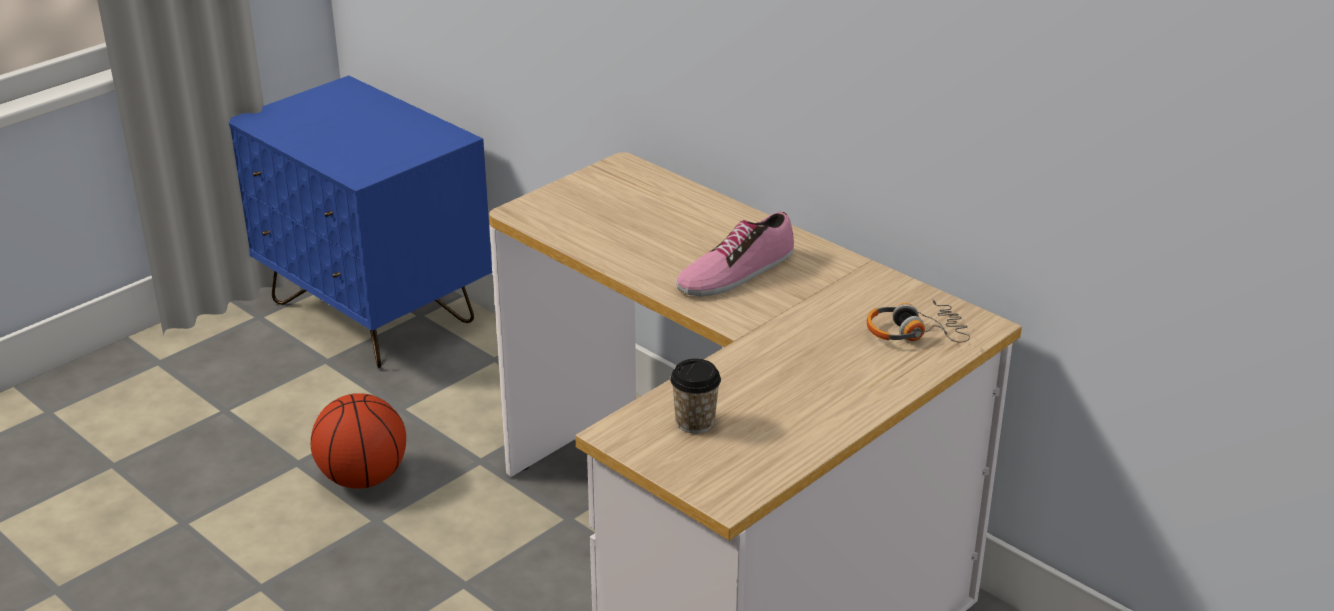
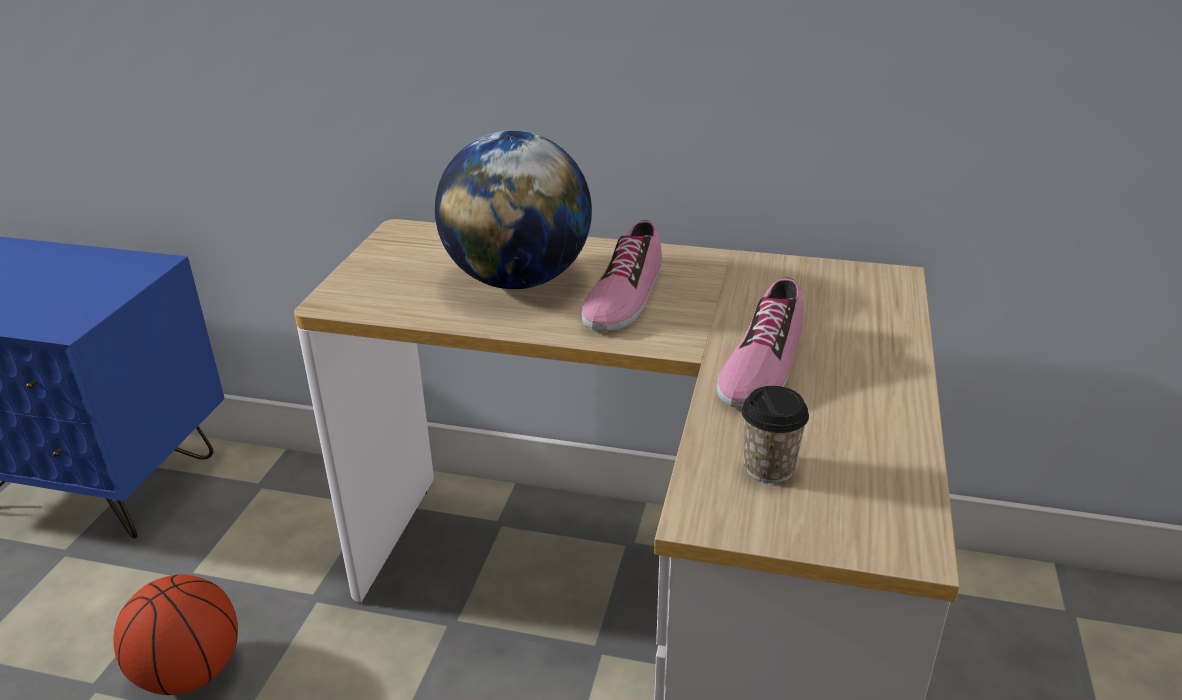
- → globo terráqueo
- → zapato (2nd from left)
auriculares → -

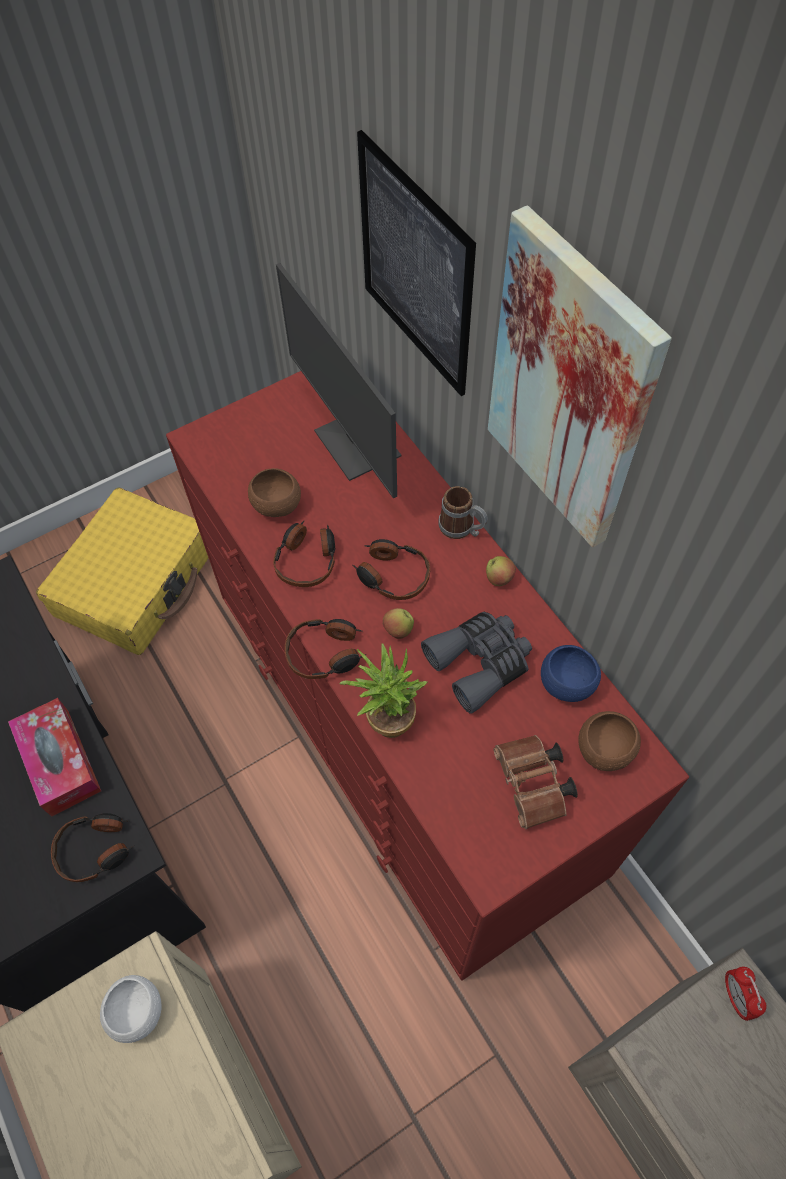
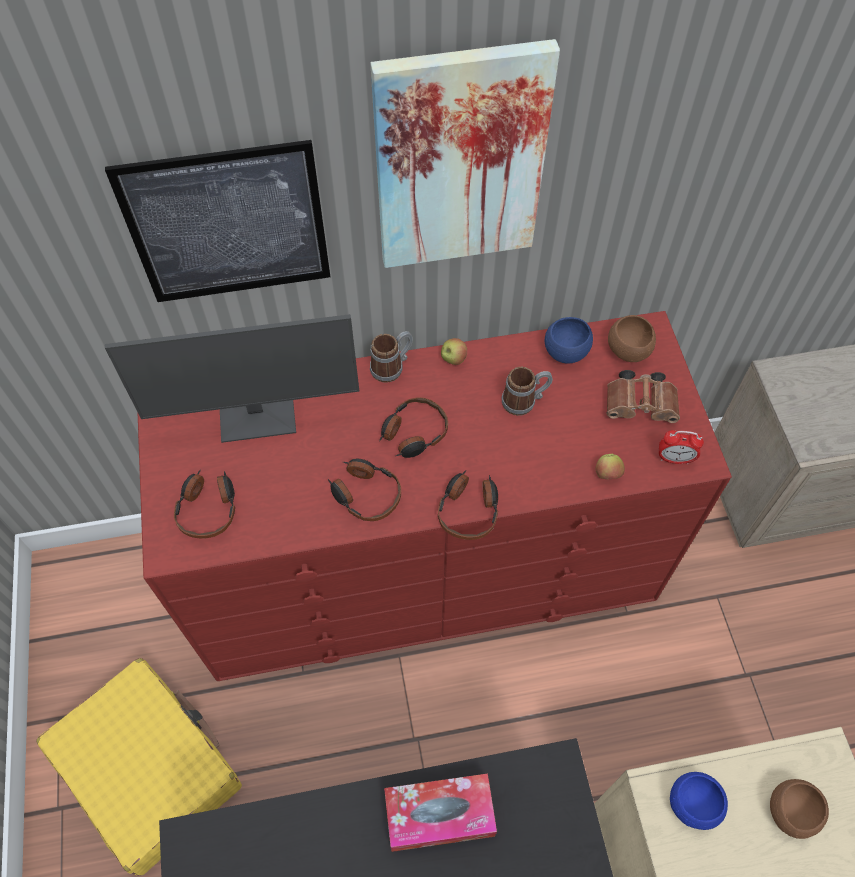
auriculares (1st from left), moved
prismáticos [gris] → taza grande (2nd from left)
manzana (1st from left in the first image) → manzana (2nd from left), moved
despertador, moved
cuenco [blanco] → cuenco [azul] (2nd from left)
cuenco [marrón] (1st from left in the first image) → cuenco [marrón] (2nd from left), moved
planta en maceta → -

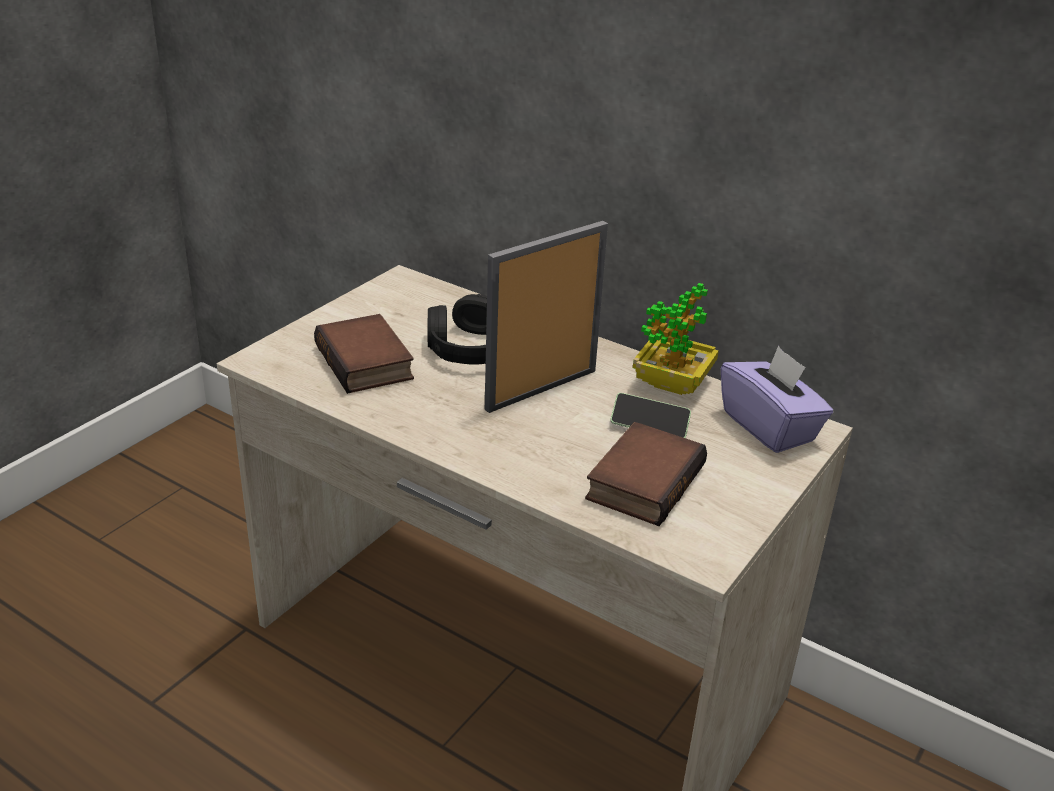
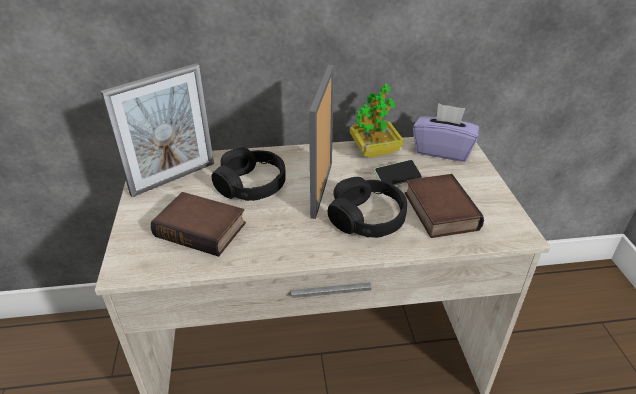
- → portarretratos (1st from left)
- → auriculares [negro] (2nd from left)

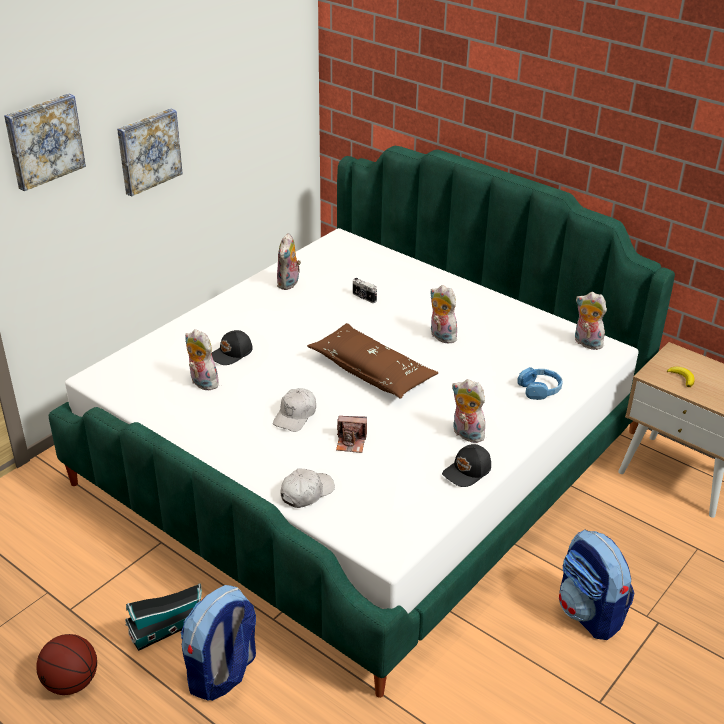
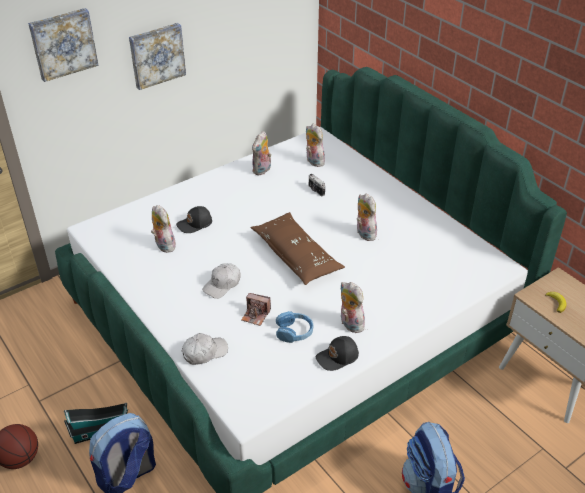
auriculares [azul], moved
peluche (5th from left in the first image) → peluche (3rd from left), moved

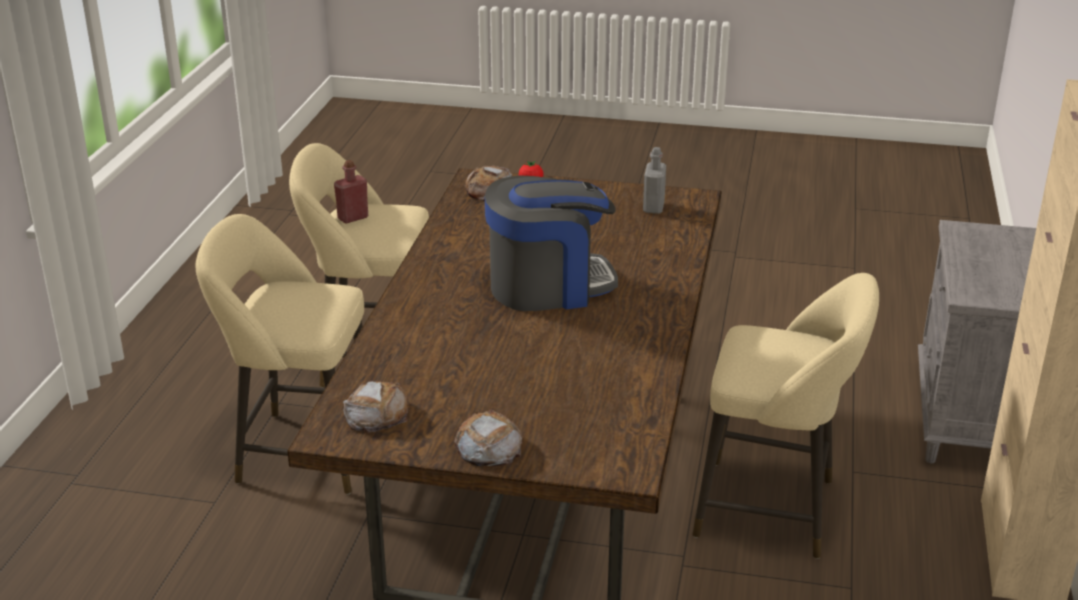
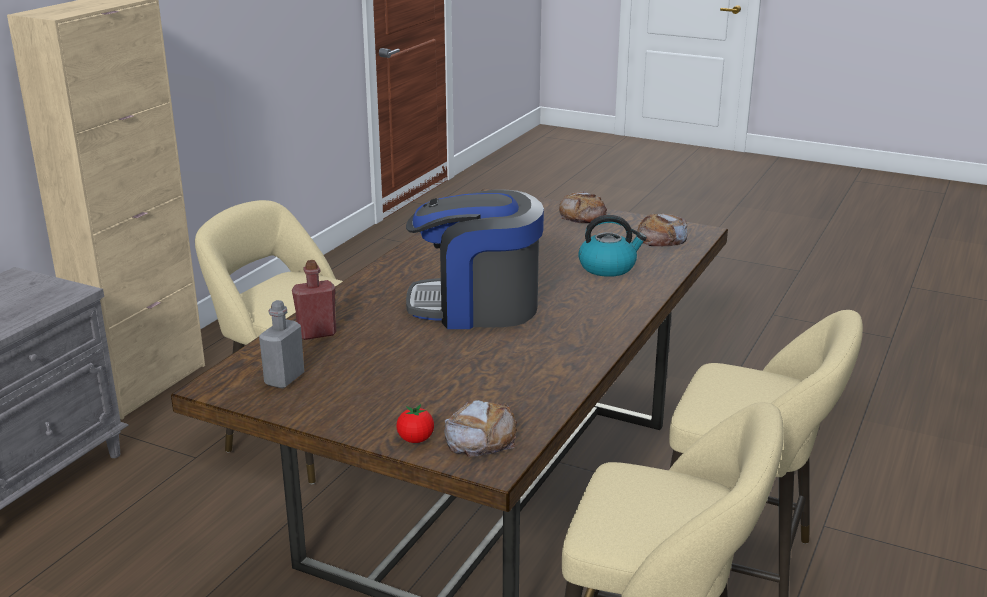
botella [rojo], moved
- → hervidor

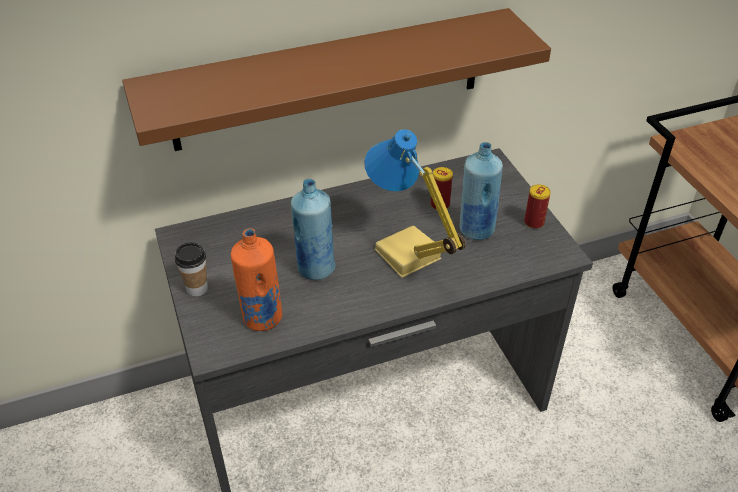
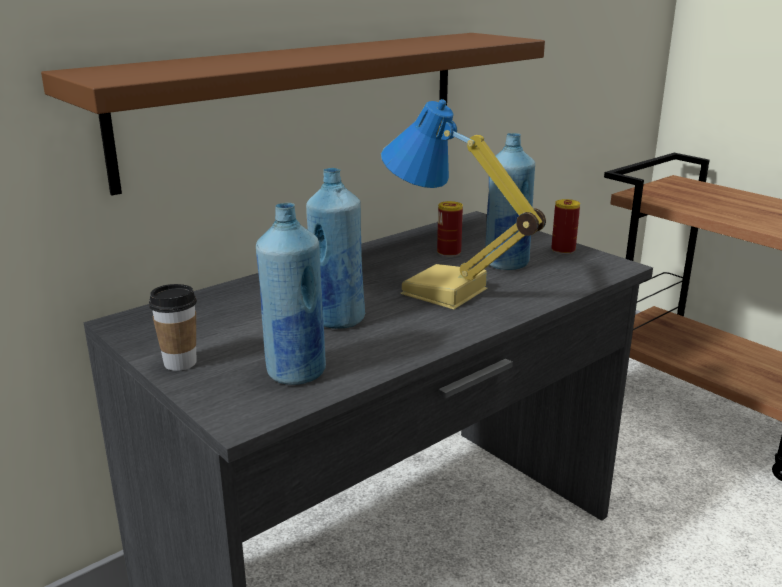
botella [naranja] → botella [azul] (1st from left)

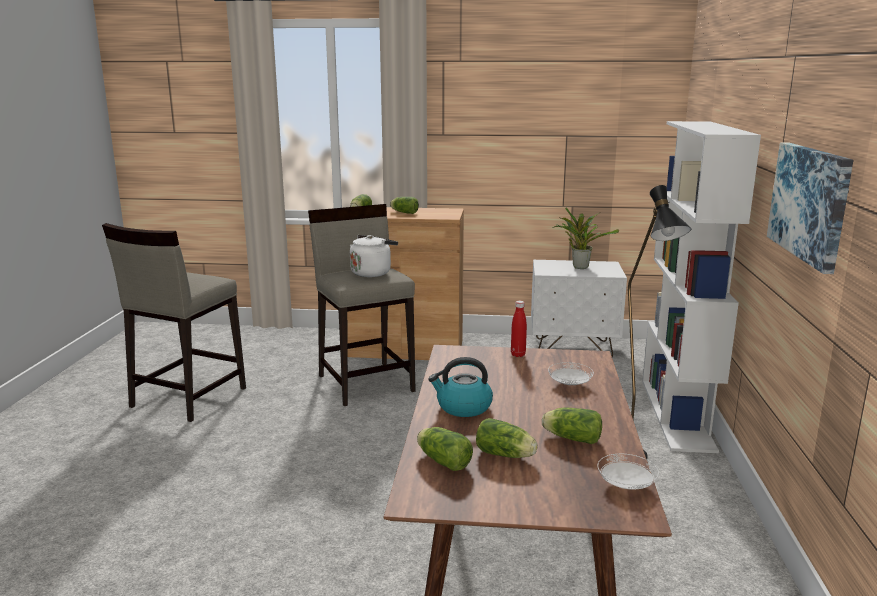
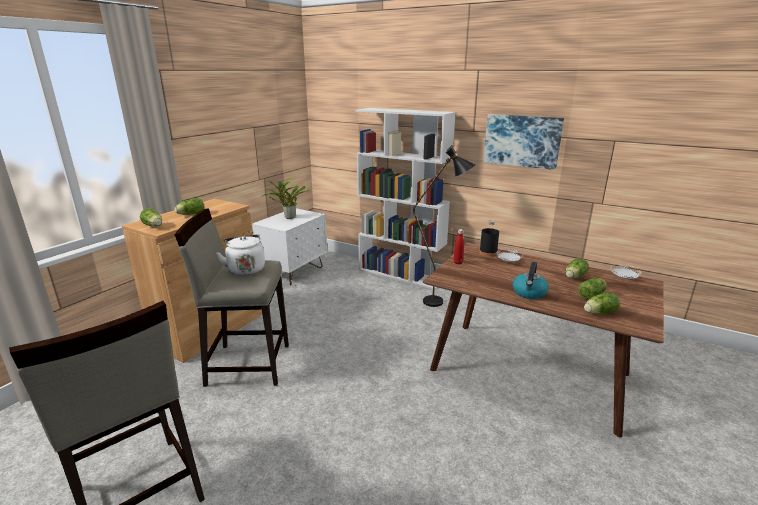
- → botella [negro]

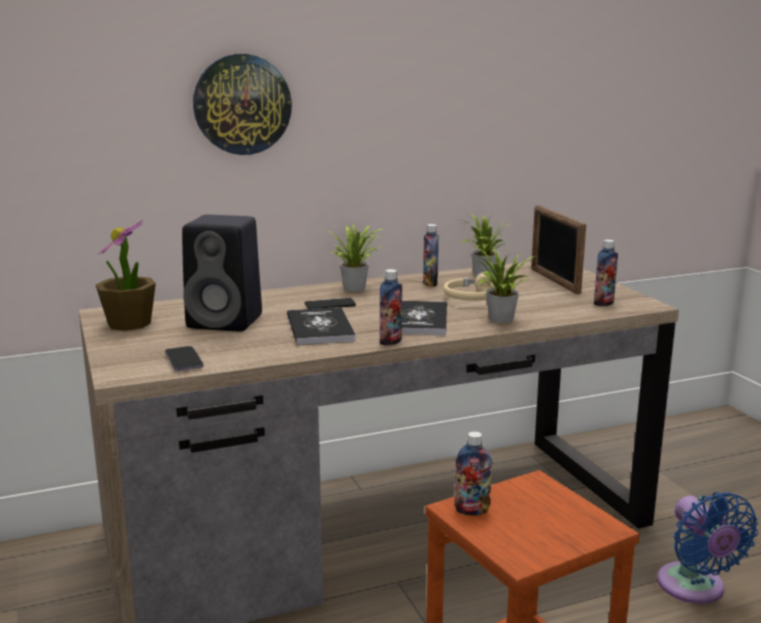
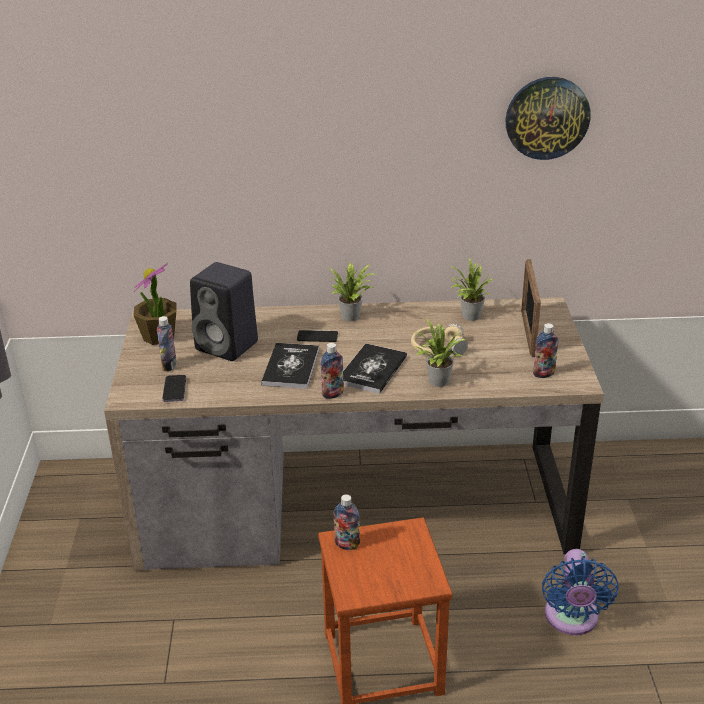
botella (2nd from left in the first image) → botella (1st from left), moved
reloj de pared, moved

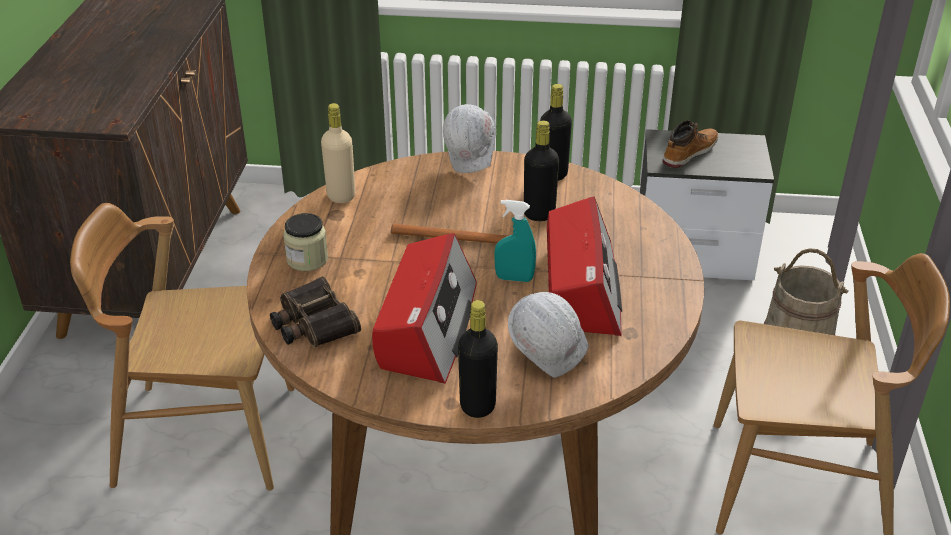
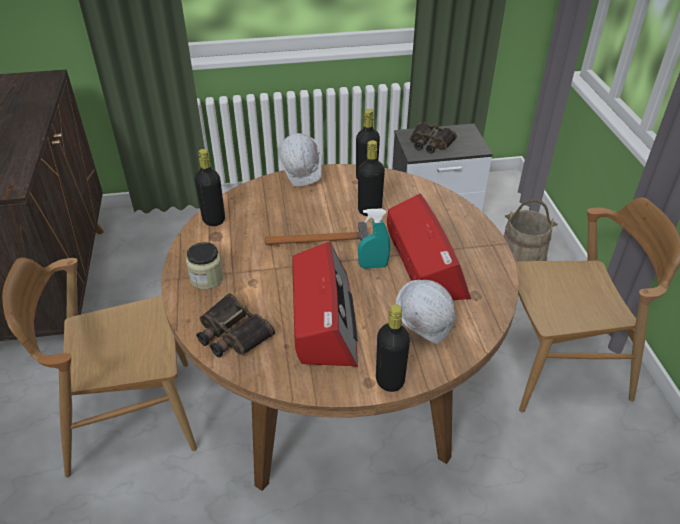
botella [beis] → botella [negro] (1st from left)
bota → prismáticos (2nd from left)

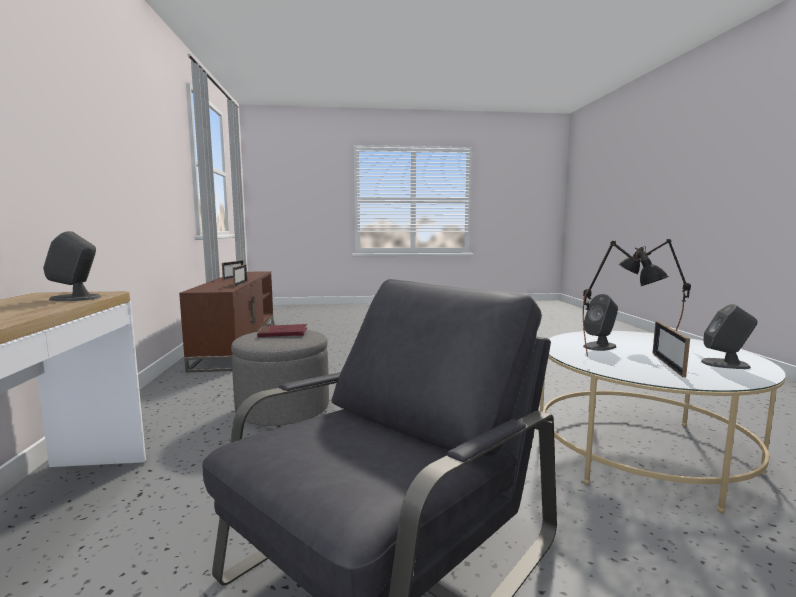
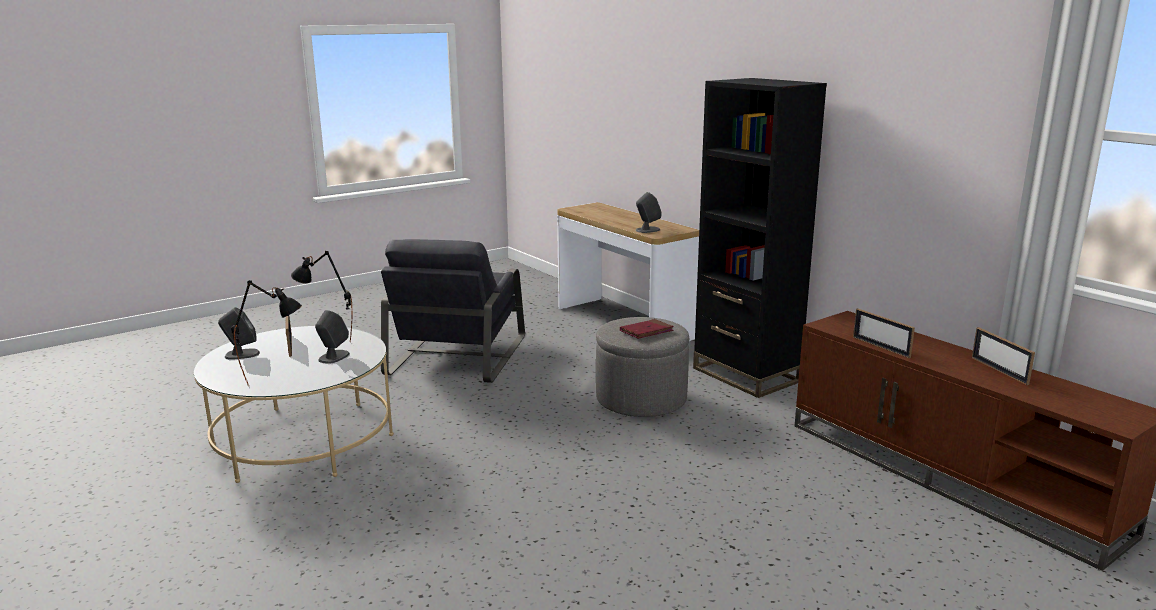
- → estantería [negro]

